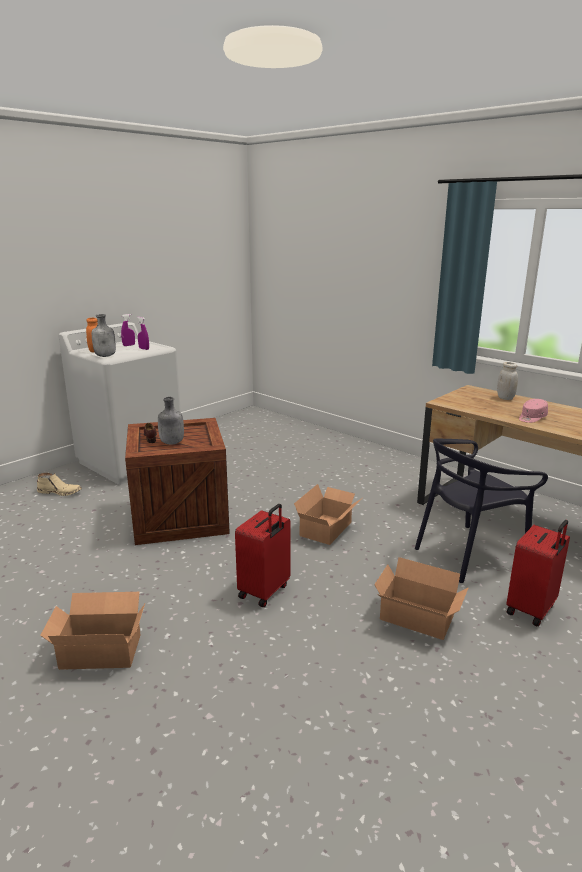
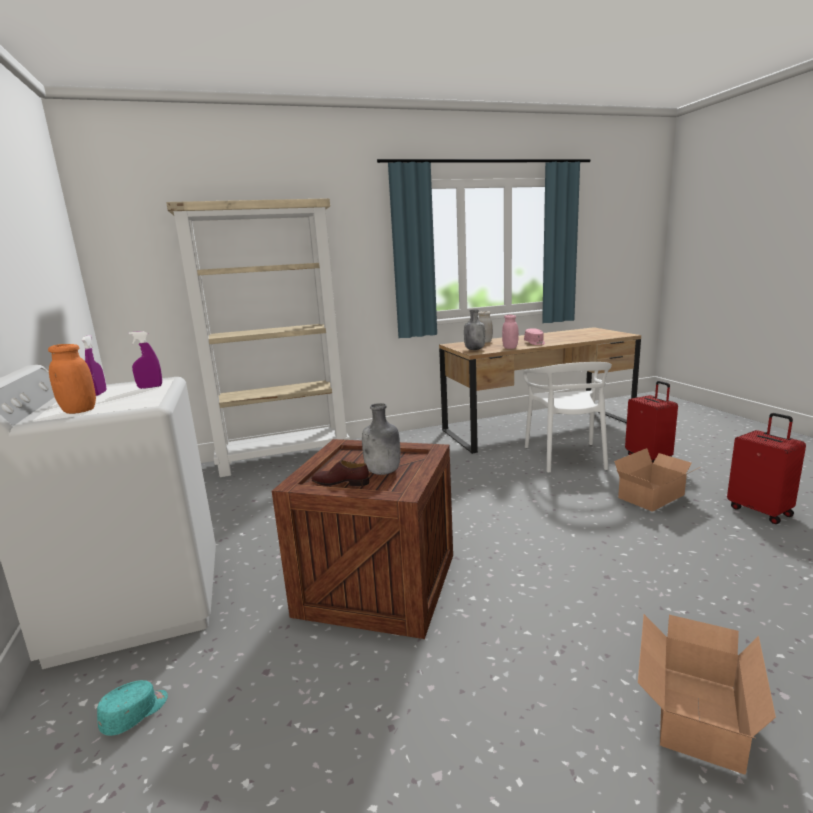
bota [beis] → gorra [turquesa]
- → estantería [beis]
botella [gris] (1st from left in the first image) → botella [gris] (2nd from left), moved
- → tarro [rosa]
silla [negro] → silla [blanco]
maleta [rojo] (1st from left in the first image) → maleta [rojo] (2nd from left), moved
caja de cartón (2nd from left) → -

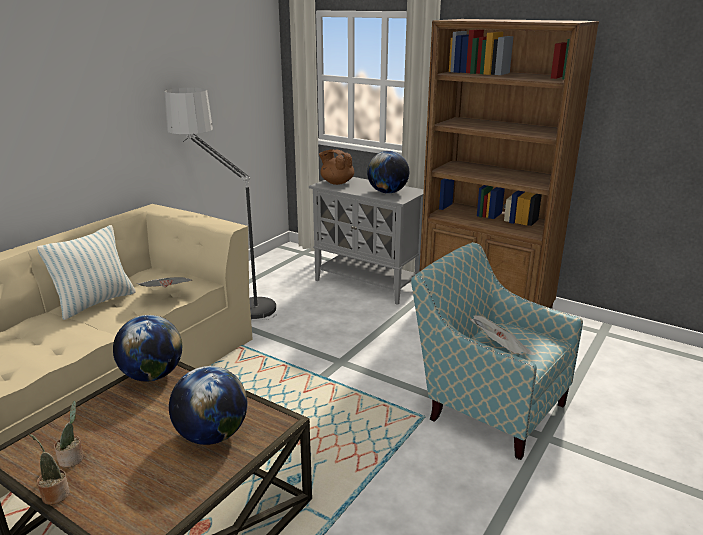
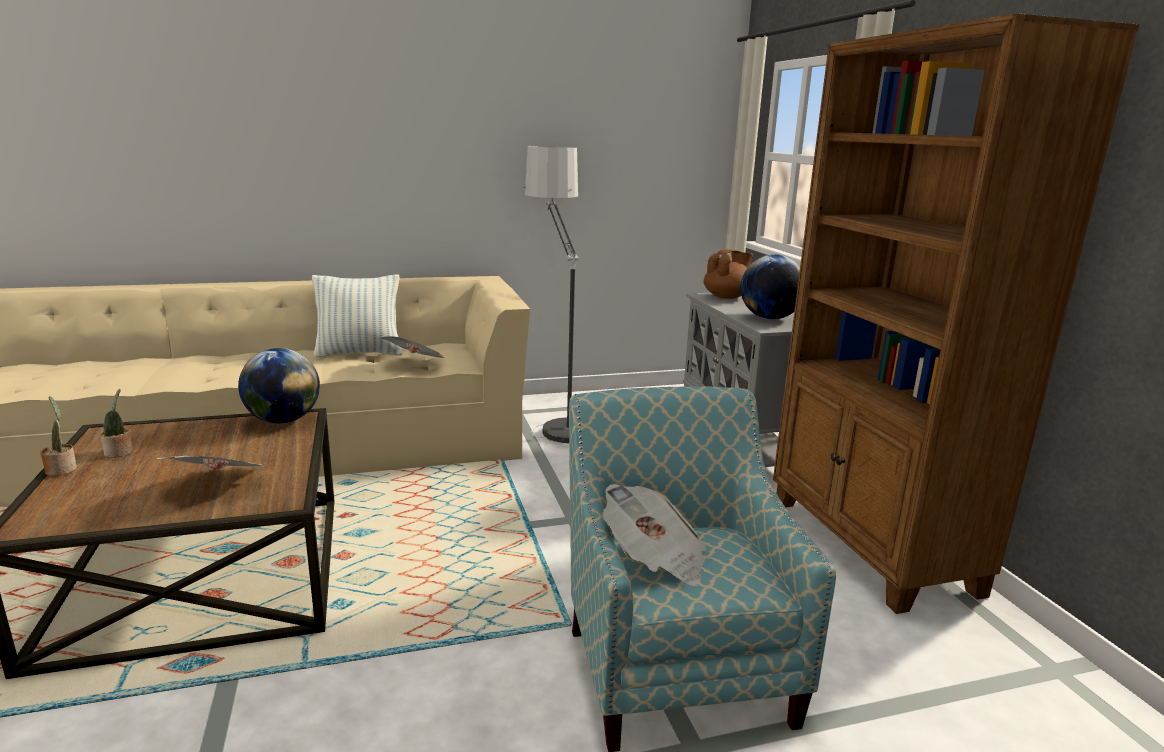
globo terráqueo (2nd from left) → periódico (1st from left)
tetera [marrón], 60 degrees clockwise

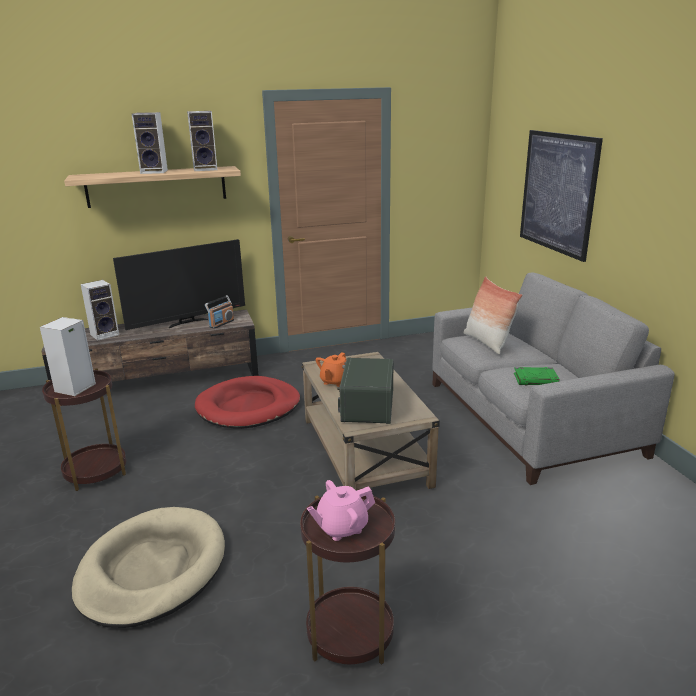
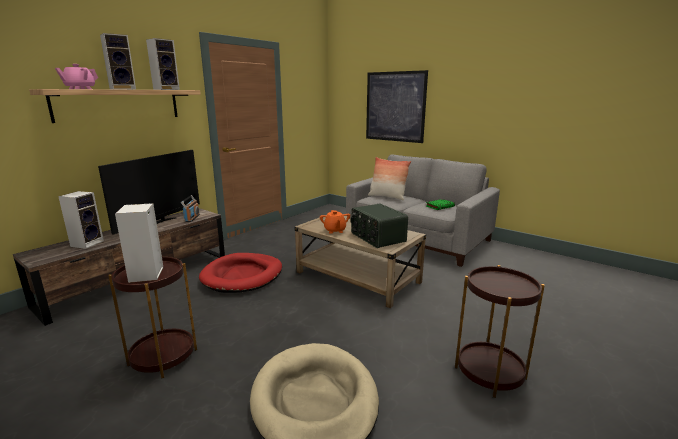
tetera [rosa], moved

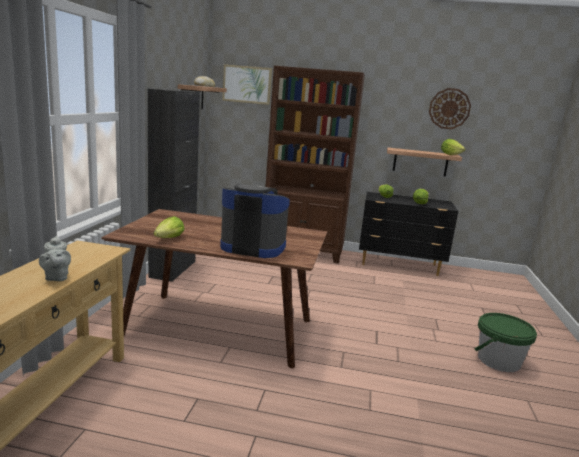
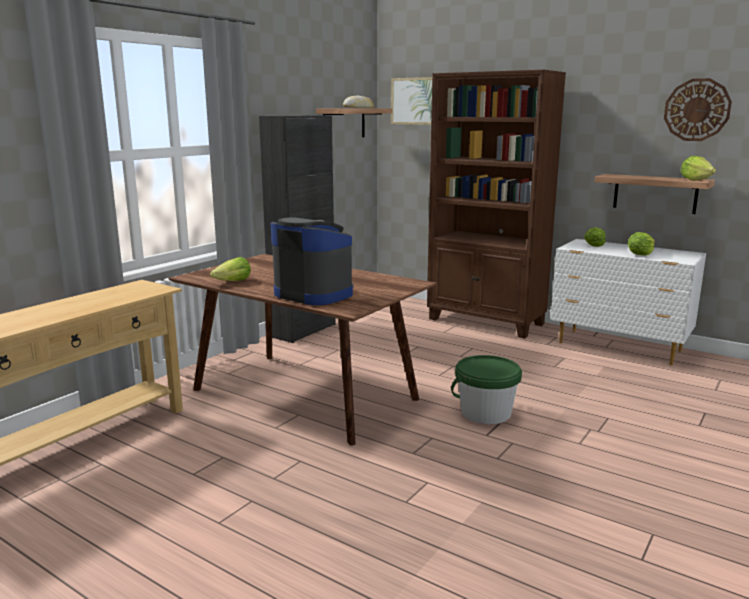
cubo [verde], moved
cómoda [negro] → cómoda [blanco]
tetera [gris] → -

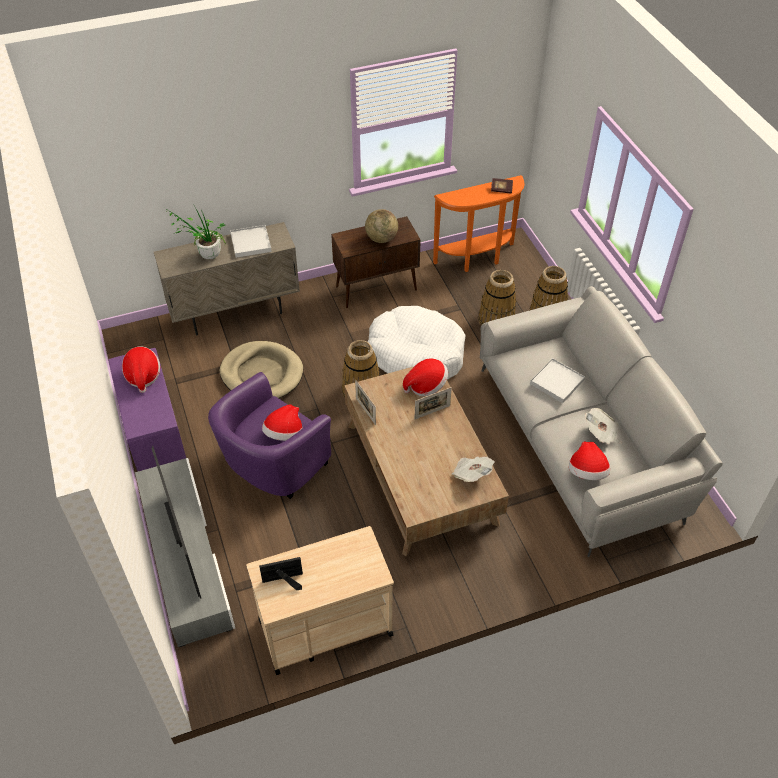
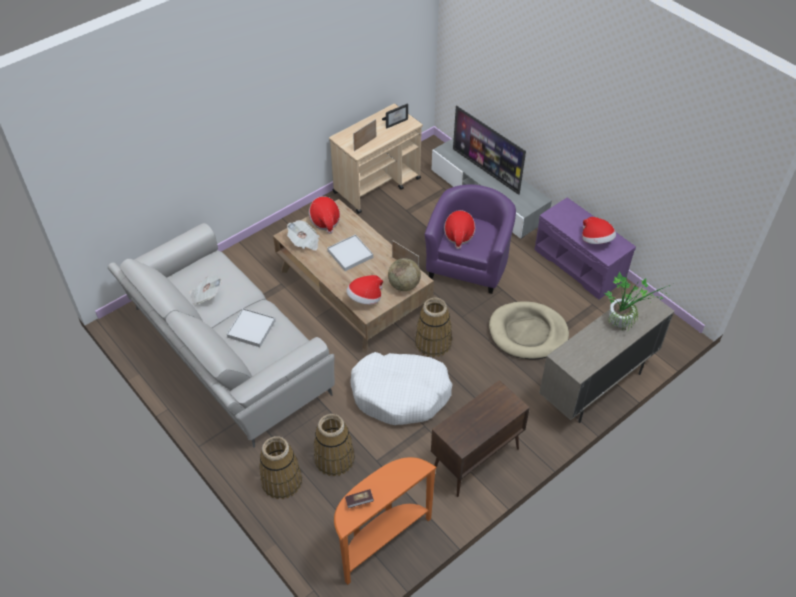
sombrero (4th from left in the first image) → sombrero (1st from left), moved
bandeja [blanco] (1st from left in the first image) → bandeja [blanco] (2nd from left), moved
portarretratos (3rd from left in the first image) → portarretratos (1st from left), moved
globo terráqueo, moved

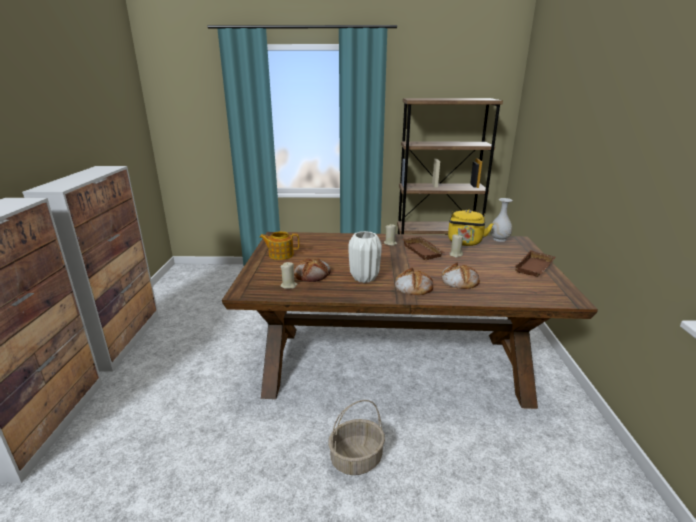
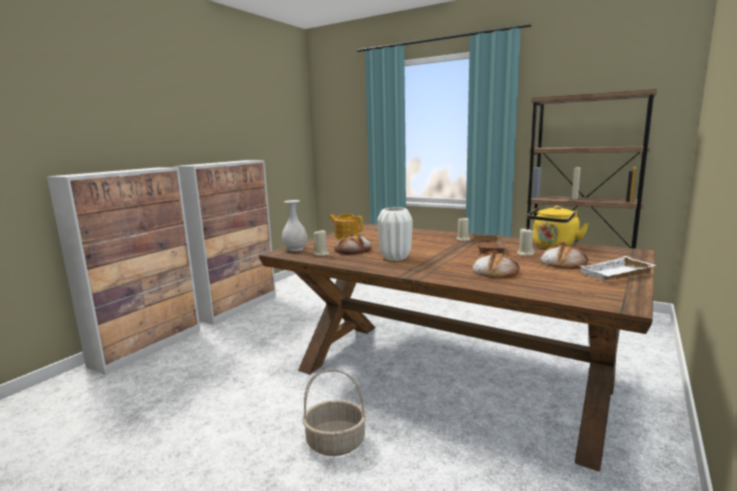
florero [blanco] (2nd from left in the first image) → florero [blanco] (1st from left), moved
pan (2nd from left in the first image) → pan (3rd from left), moved
bandeja [marrón] (2nd from left) → bandeja [blanco]

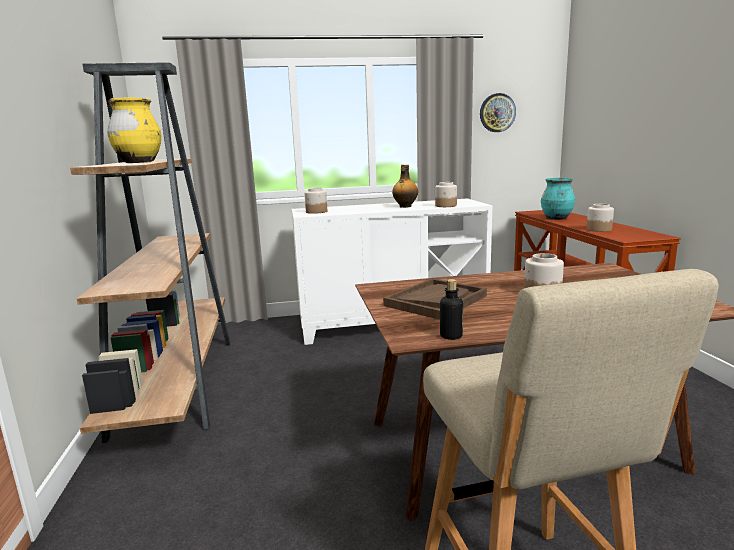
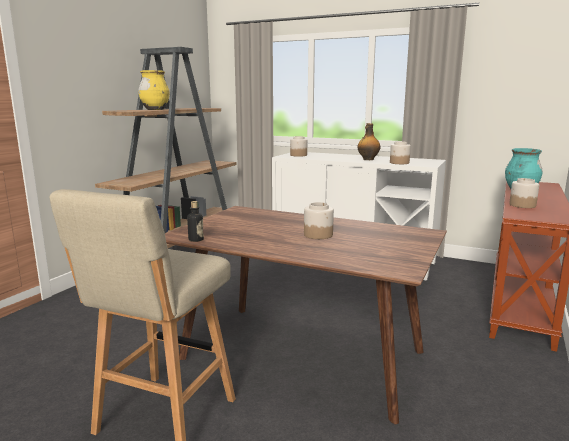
bandeja [marrón] → -
reloj de pared → -

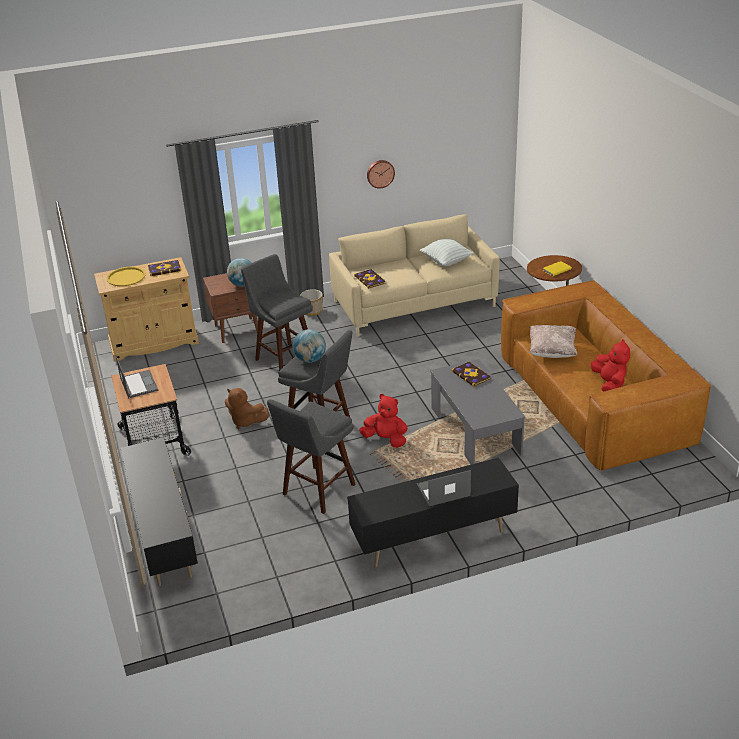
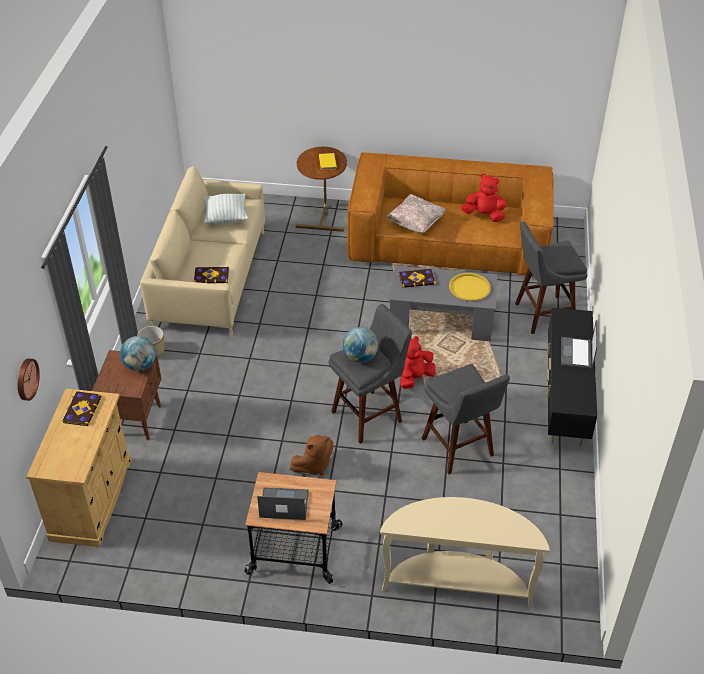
reloj de pared, moved
mueble de televisión [negro] (1st from left) → mesa consola [beis]
bandeja [amarillo], moved
taburete [gris] (1st from left in the first image) → taburete [gris] (3rd from left), moved

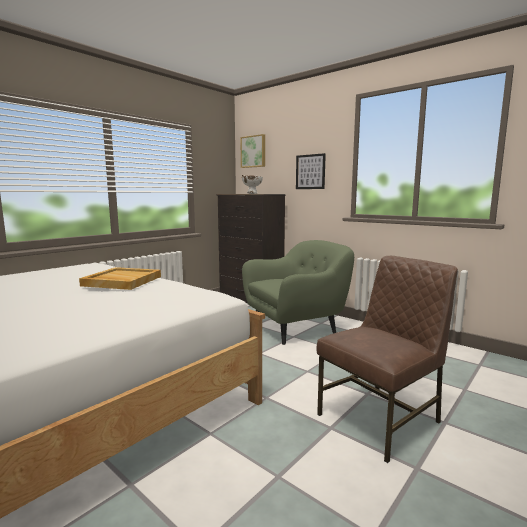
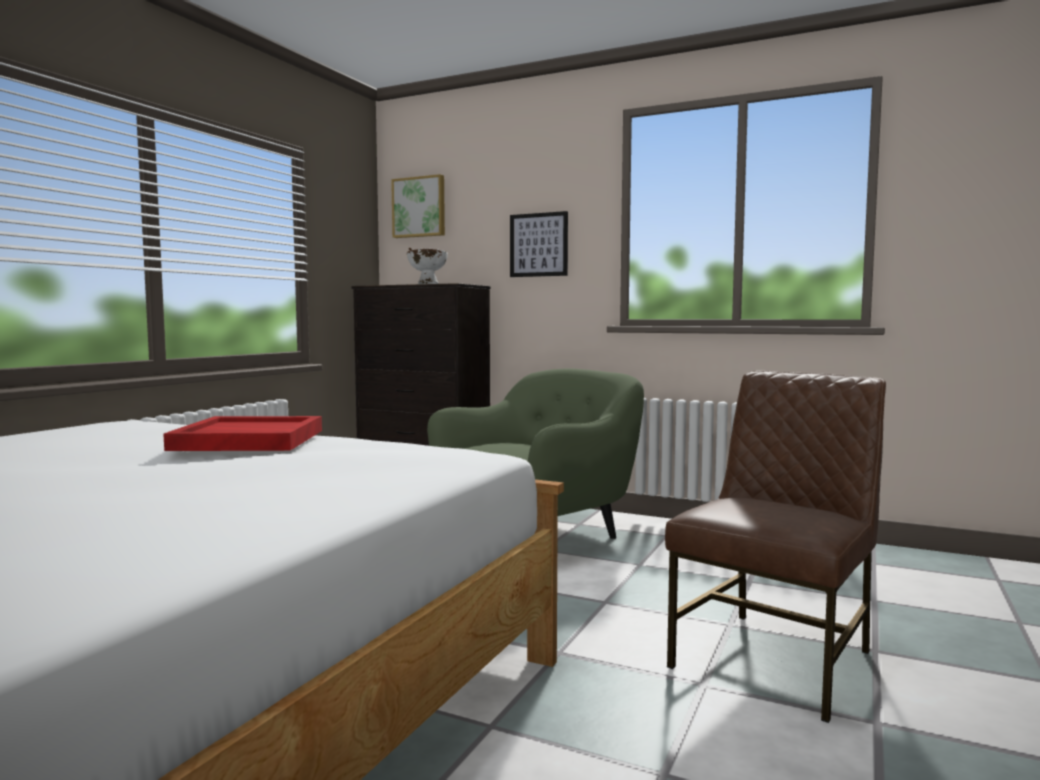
bandeja [beis] → bandeja [rojo]

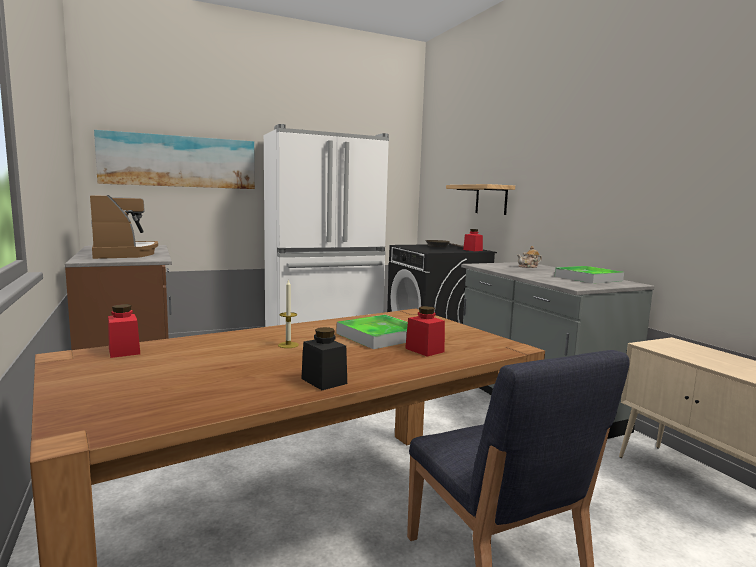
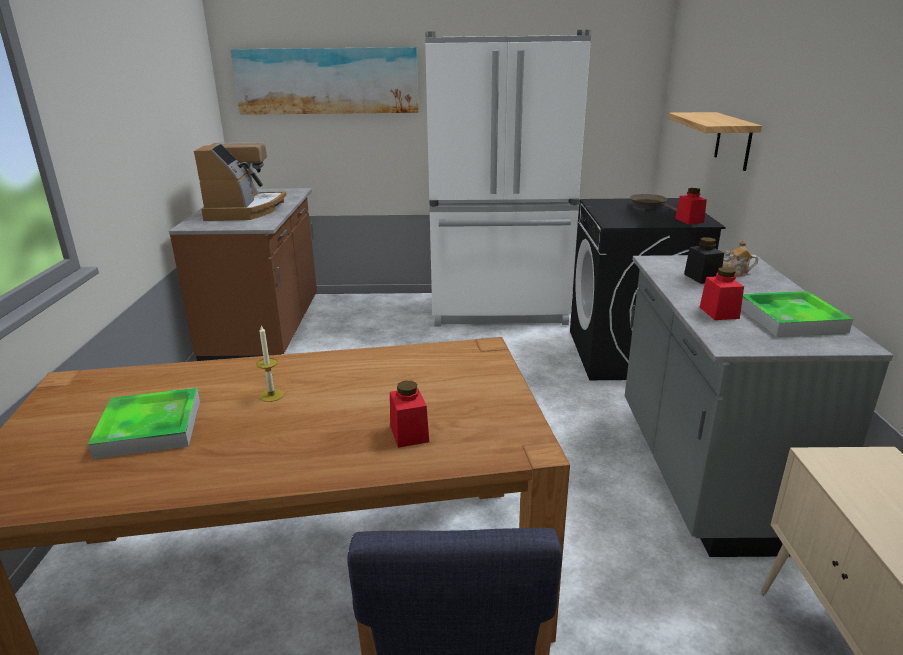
bandeja (1st from left), moved
tarro [negro], moved
tarro [rojo] (1st from left in the first image) → tarro [rojo] (3rd from left), moved

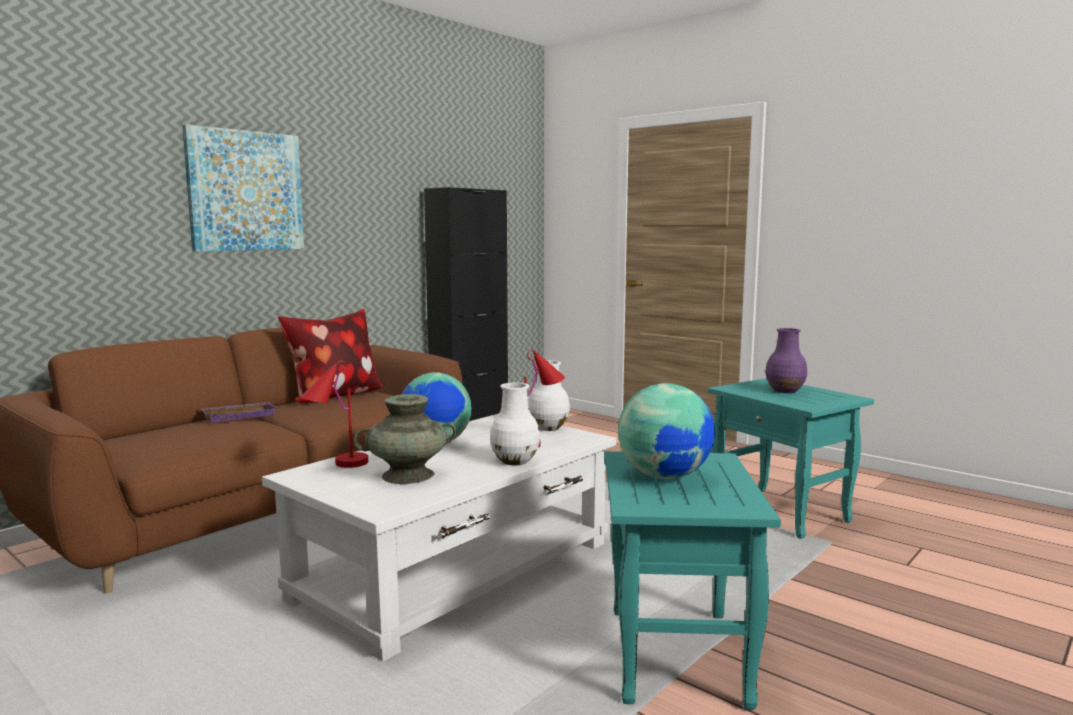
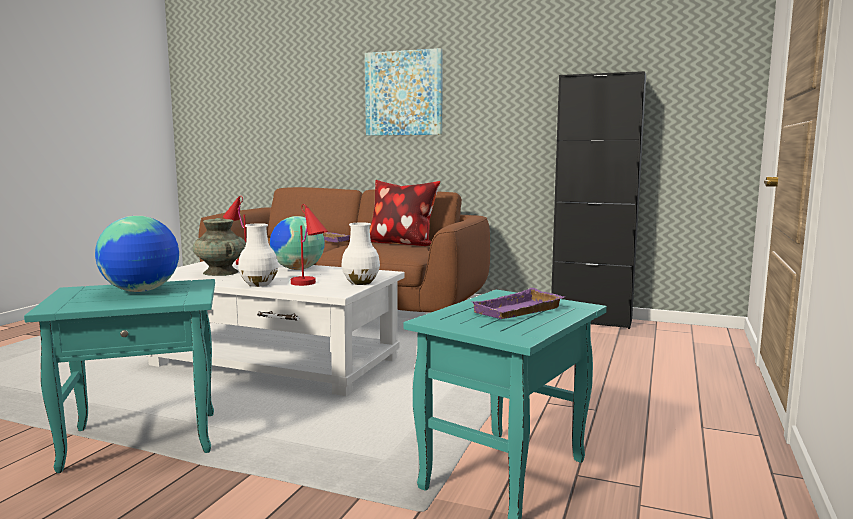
florero [morado] → bandeja [morado] (2nd from left)

